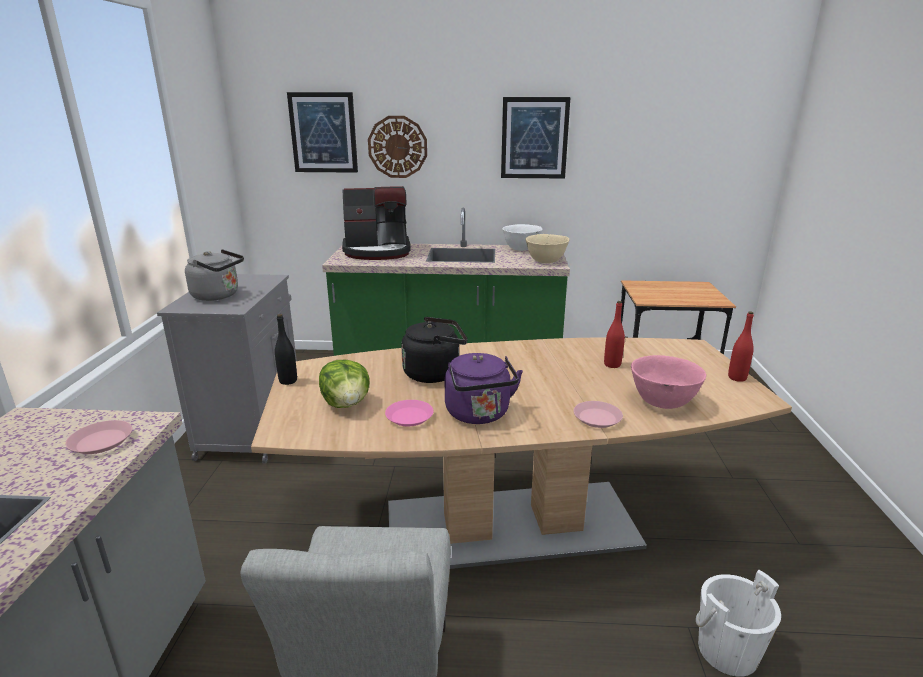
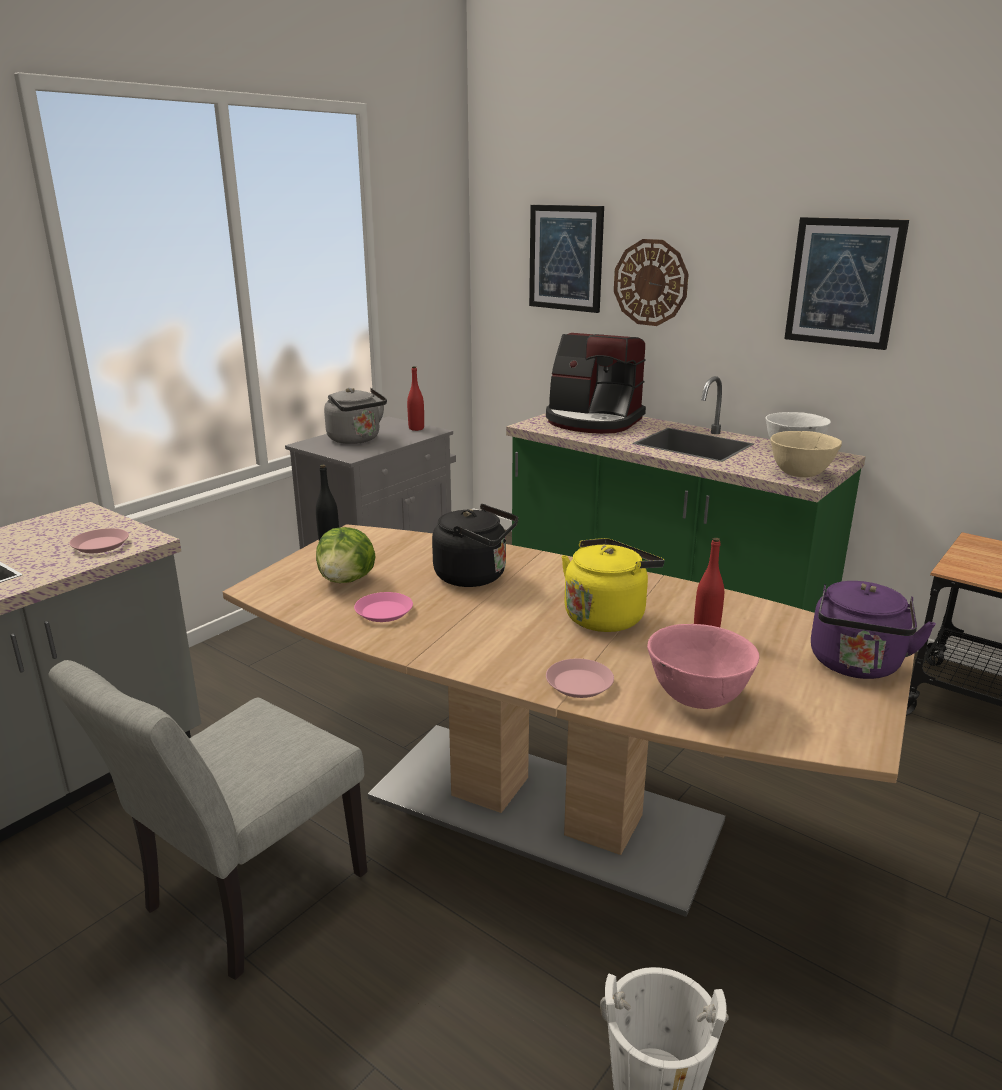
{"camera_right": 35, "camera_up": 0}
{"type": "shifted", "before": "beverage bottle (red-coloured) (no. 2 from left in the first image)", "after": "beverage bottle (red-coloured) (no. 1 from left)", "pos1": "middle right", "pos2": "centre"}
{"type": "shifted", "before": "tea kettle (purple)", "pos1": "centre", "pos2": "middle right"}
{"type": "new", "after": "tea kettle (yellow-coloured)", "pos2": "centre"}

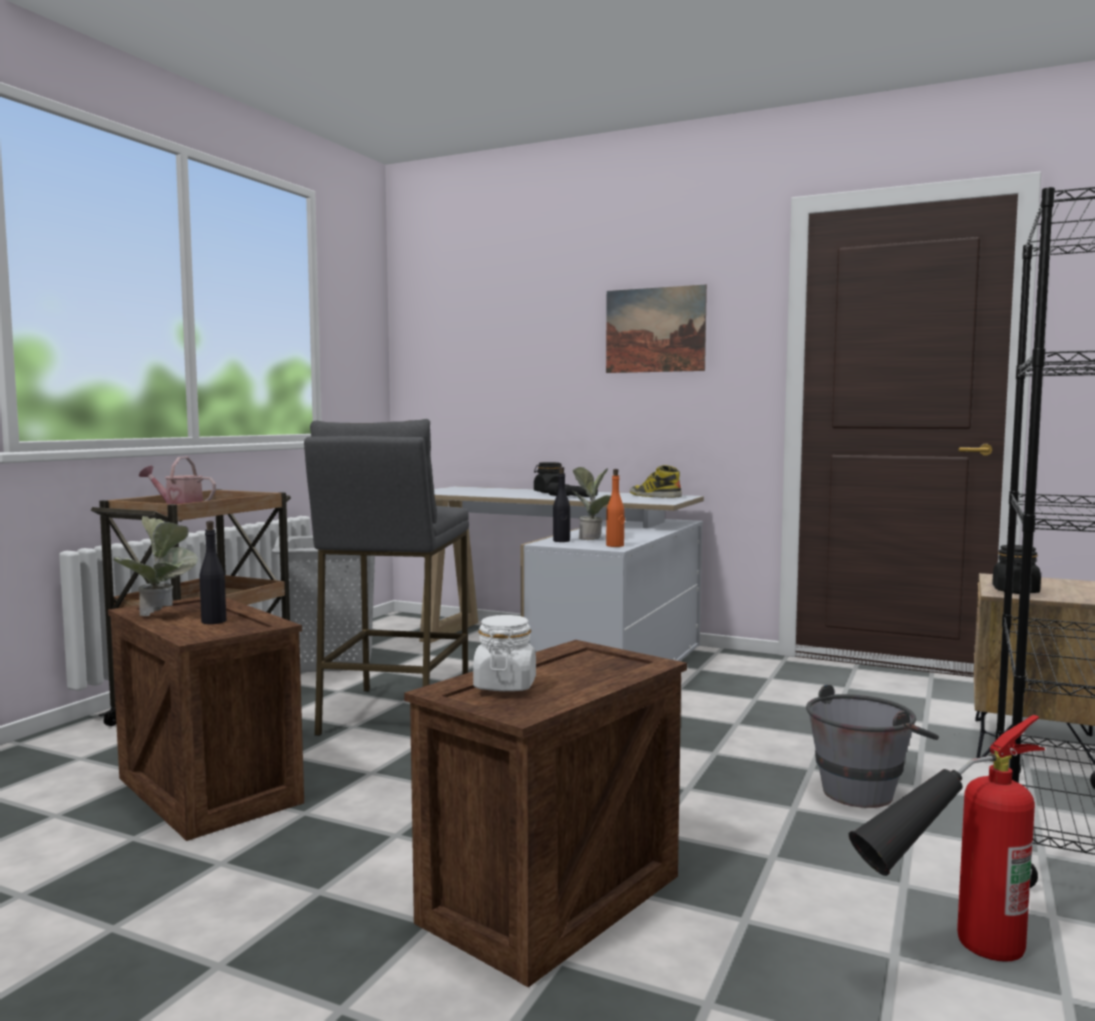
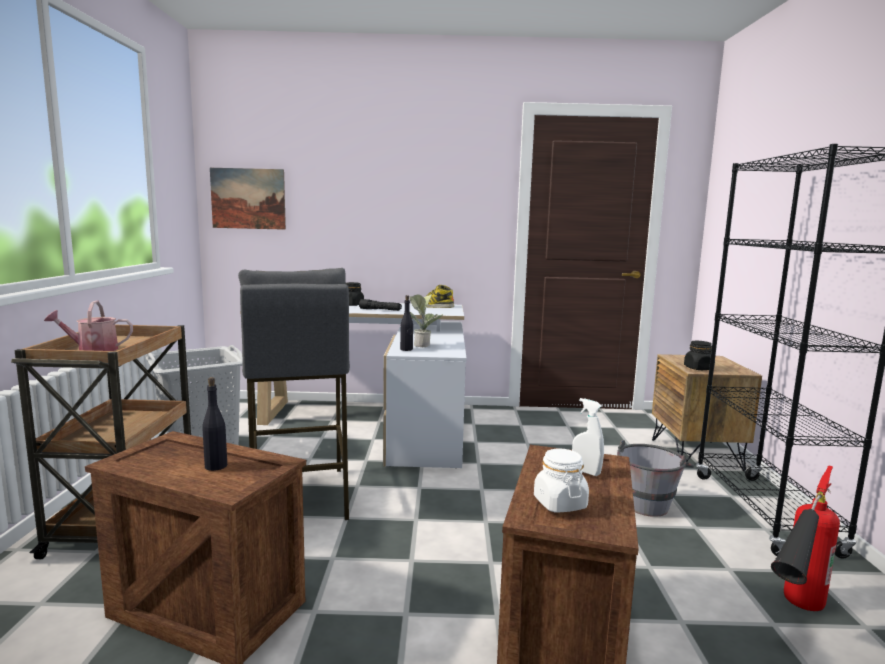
{"camera_right": -25, "camera_up": 5}
{"type": "shifted", "before": "picture", "pos1": "top centre", "pos2": "top left"}
{"type": "gone", "before": "beverage bottle (orangey)", "pos1": "centre"}
{"type": "gone", "before": "potted plant (no. 1 from left)", "pos1": "middle left"}
{"type": "new", "after": "hand sprayer (whitish)", "pos2": "centre"}

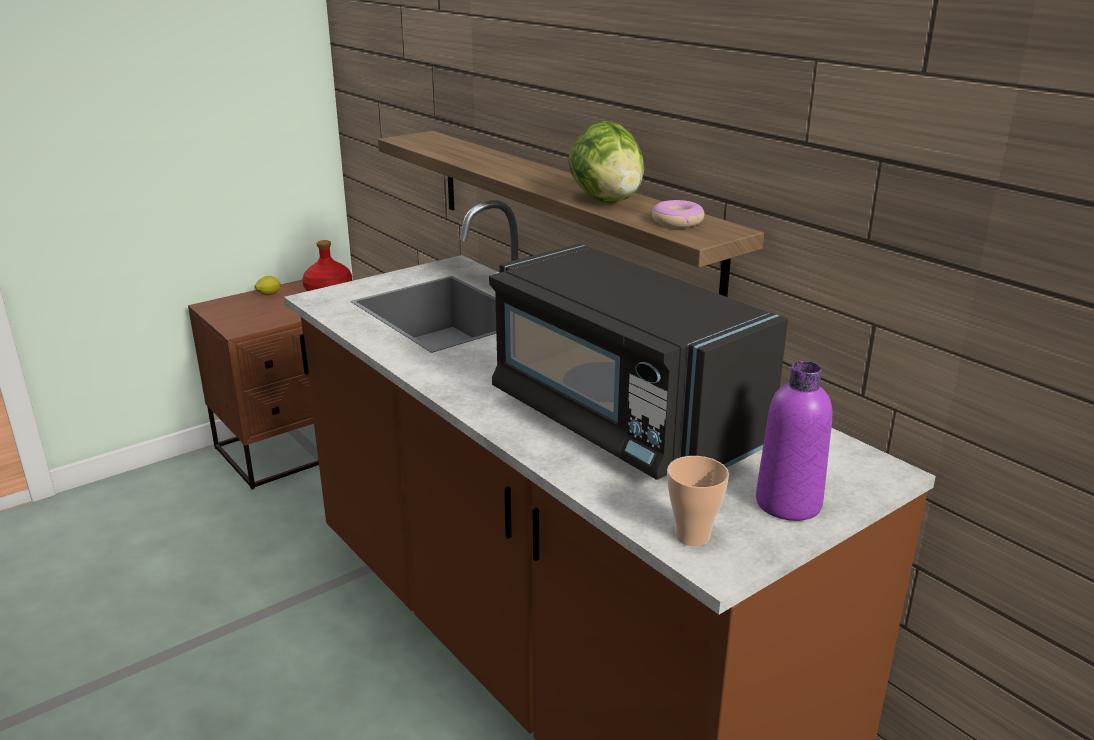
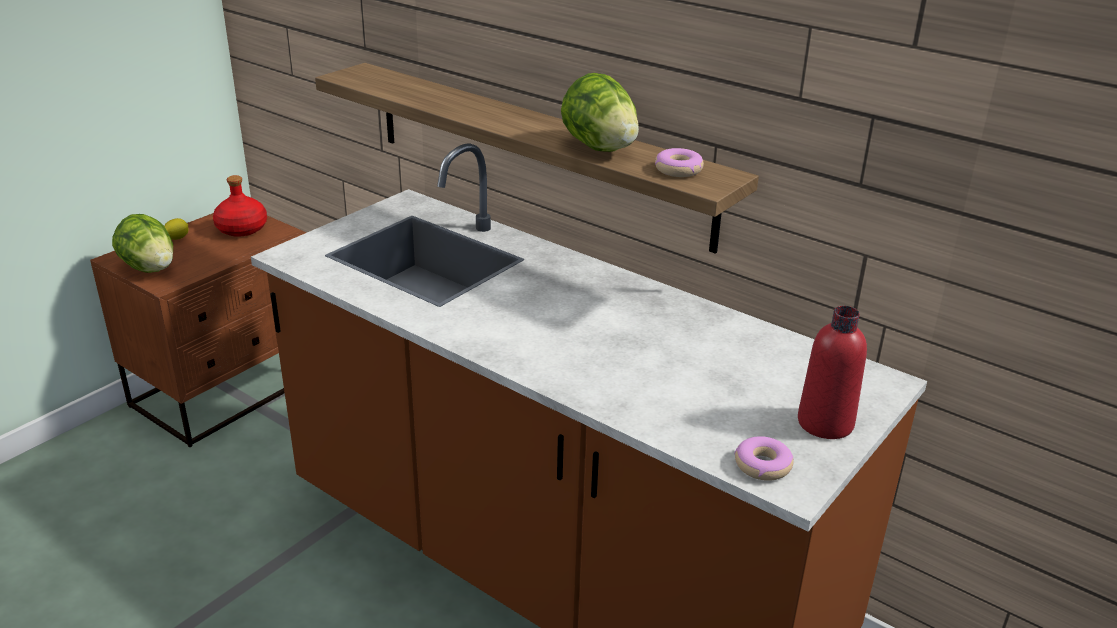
{"camera_right": -15, "camera_up": 5}
{"type": "gone", "before": "microwave (blackish)", "pos1": "centre"}
{"type": "repainted", "before": "beverage bottle (purple)", "after": "beverage bottle (red-coloured) (no. 2 from left)", "pos1": "middle right", "pos2": "middle right"}
{"type": "swapped", "before": "small cup", "after": "doughnut (no. 2 from left)", "pos1": "bottom centre", "pos2": "bottom right"}
{"type": "new", "after": "lettuce (no. 1 from left)", "pos2": "middle left"}

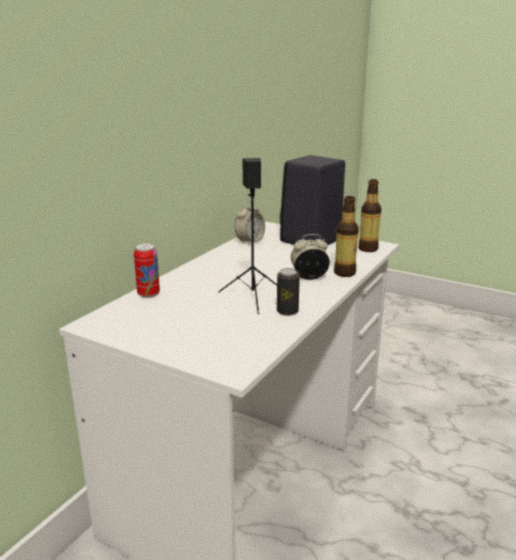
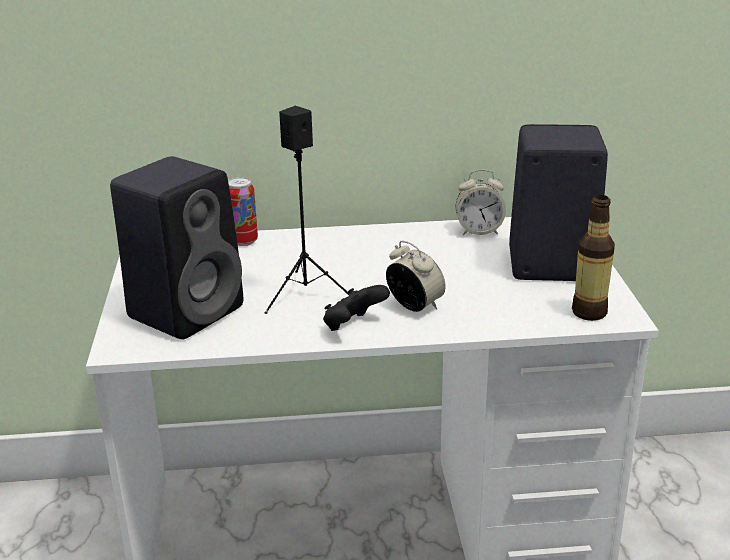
{"camera_right": 55, "camera_up": 5}
{"type": "gone", "before": "beverage bottle (no. 1 from left)", "pos1": "middle right"}
{"type": "gone", "before": "can (no. 2 from left)", "pos1": "centre"}
{"type": "new", "after": "audio speaker (blackish) (no. 1 from left)", "pos2": "middle left"}
{"type": "new", "after": "game controller (blackish)", "pos2": "centre"}

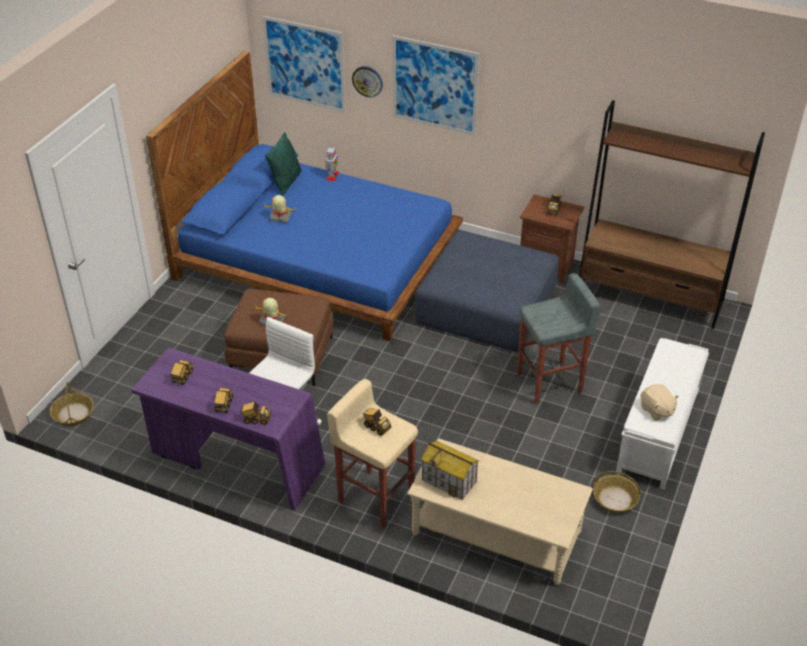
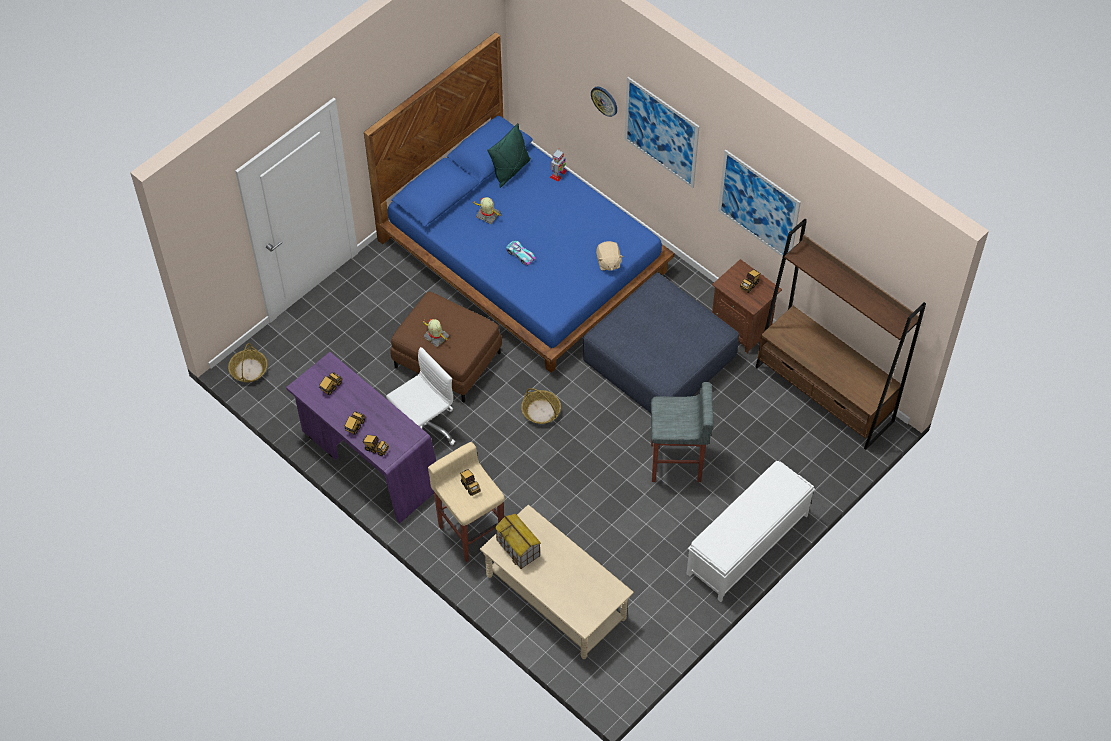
{"camera_right": 20, "camera_up": 15}
{"type": "shifted", "before": "picture (no. 1 from left in the first image)", "after": "picture (no. 2 from left)", "pos1": "top centre", "pos2": "top right"}
{"type": "shifted", "before": "cuddly toy (beige-coloured)", "pos1": "middle right", "pos2": "centre"}
{"type": "shifted", "before": "household basket (no. 2 from left)", "pos1": "bottom right", "pos2": "centre"}
{"type": "new", "after": "model car", "pos2": "centre"}

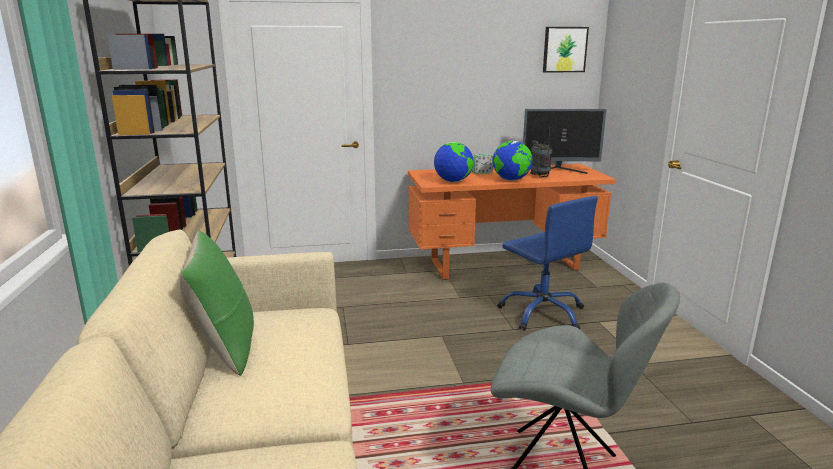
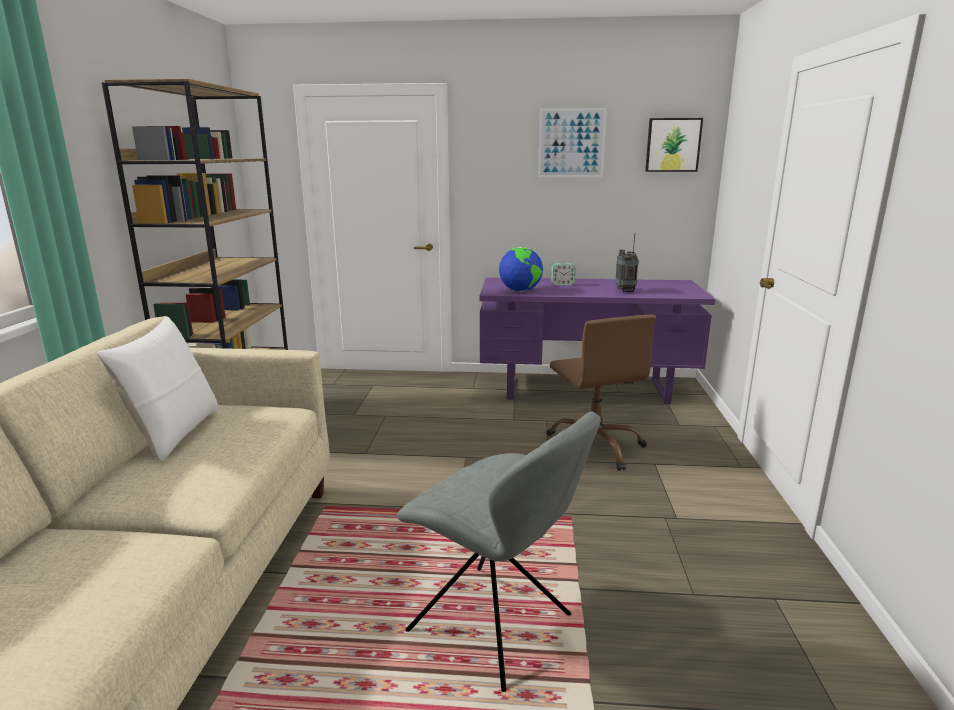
{"camera_right": 15, "camera_up": 0}
{"type": "gone", "before": "monitor", "pos1": "top right"}
{"type": "gone", "before": "world globe (no. 2 from left)", "pos1": "centre"}
{"type": "repainted", "before": "desk (orangey)", "after": "desk (purple)", "pos1": "centre", "pos2": "centre"}
{"type": "repainted", "before": "office chair (blue-coloured)", "after": "office chair (brown-coloured)", "pos1": "centre", "pos2": "centre"}
{"type": "repainted", "before": "pillow (green-coloured)", "after": "pillow (whitish)", "pos1": "middle left", "pos2": "middle left"}
{"type": "new", "after": "picture (no. 1 from left)", "pos2": "top centre"}

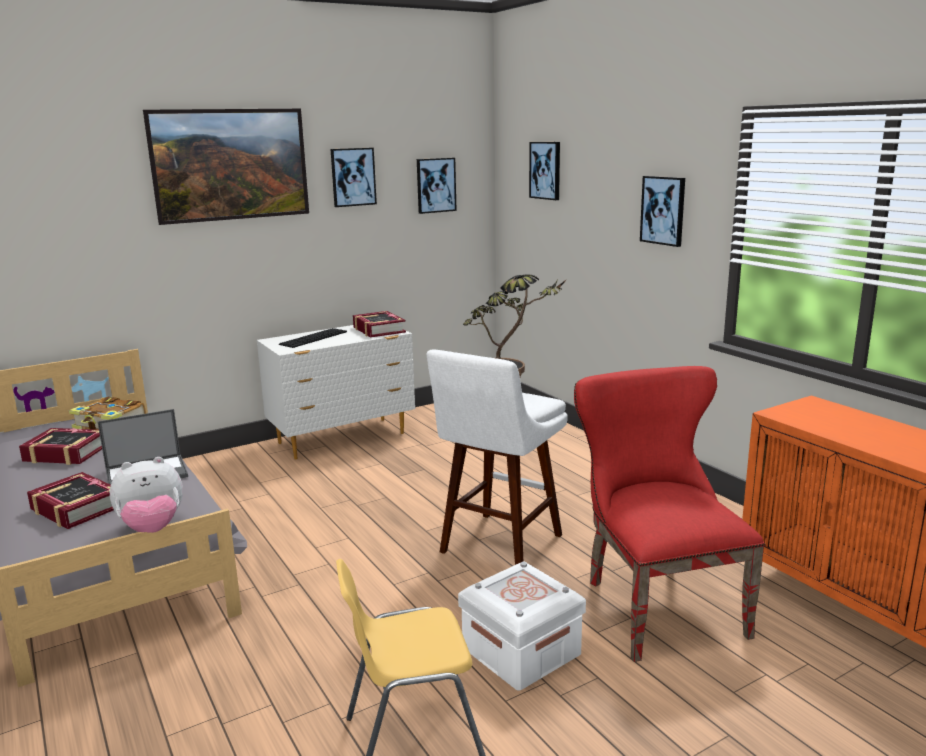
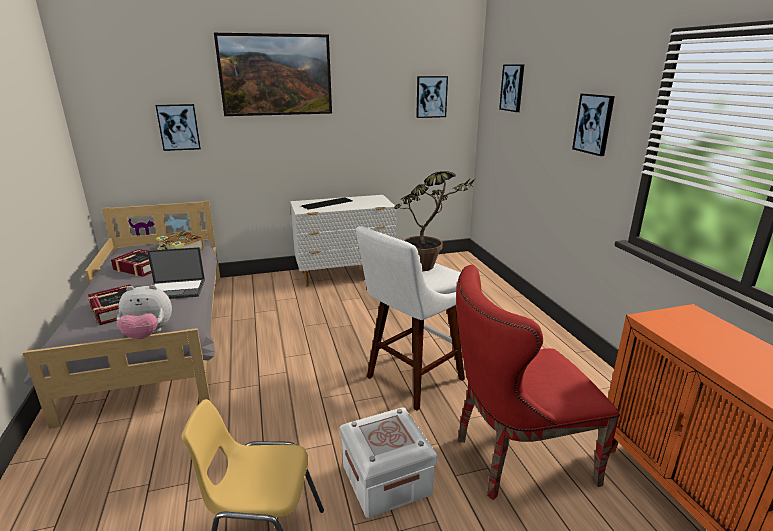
{"camera_right": 15, "camera_up": 5}
{"type": "shifted", "before": "picture (no. 2 from left in the first image)", "after": "picture (no. 1 from left)", "pos1": "top centre", "pos2": "top left"}
{"type": "gone", "before": "book (no. 4 from left)", "pos1": "centre"}
{"type": "rotated", "before": "plain chair (red-coloured)", "pos1": "bottom right", "pos2": "bottom right", "turn": -105}

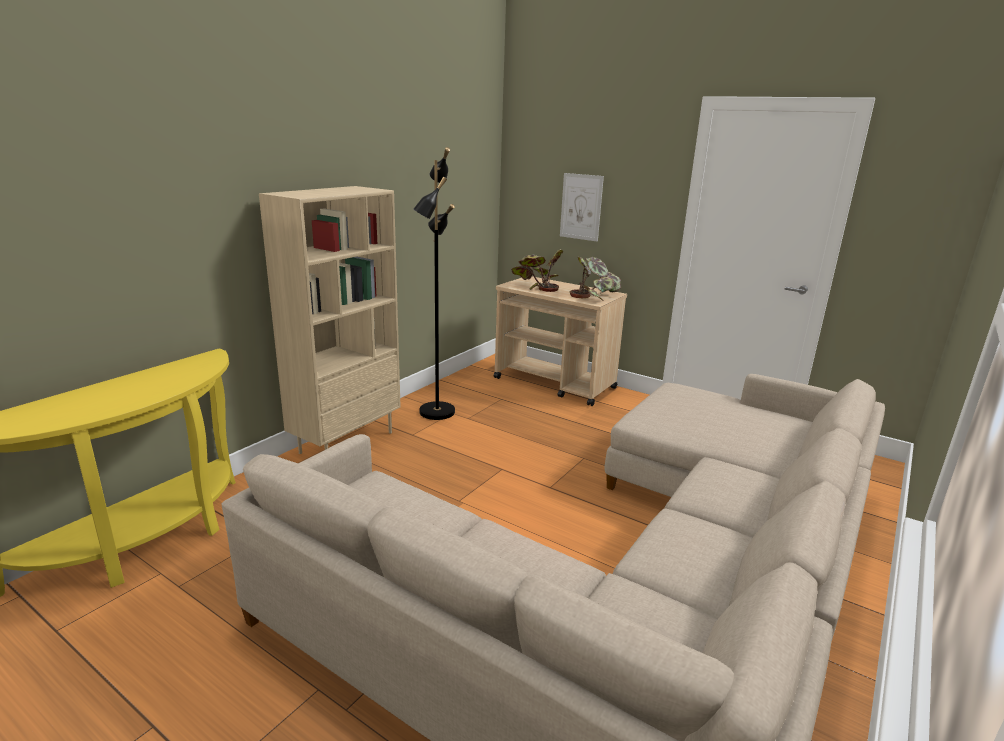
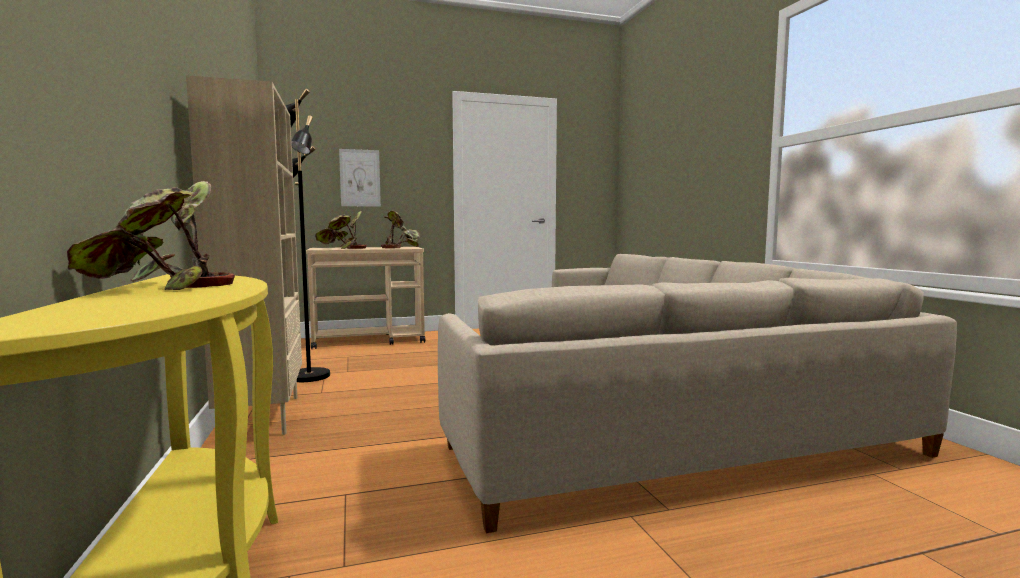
{"camera_right": -50, "camera_up": -15}
{"type": "new", "after": "potted plant (no. 1 from left)", "pos2": "middle left"}

